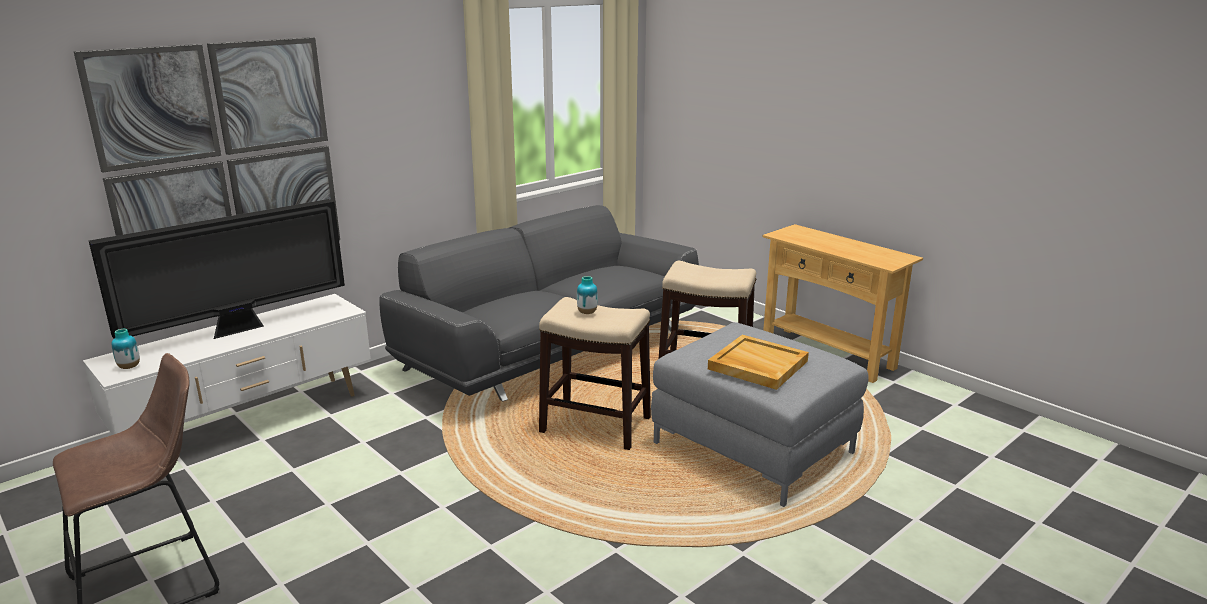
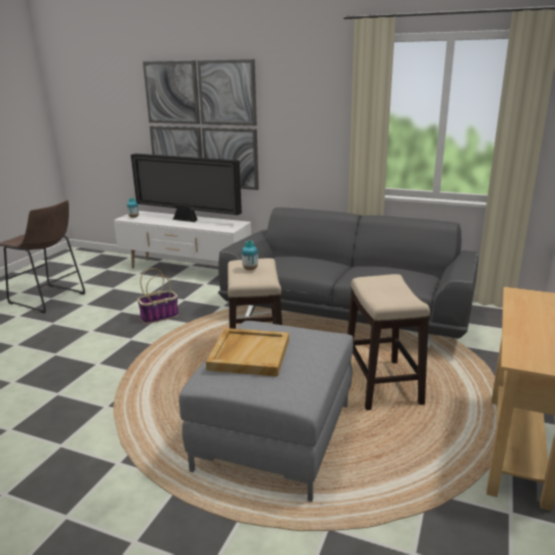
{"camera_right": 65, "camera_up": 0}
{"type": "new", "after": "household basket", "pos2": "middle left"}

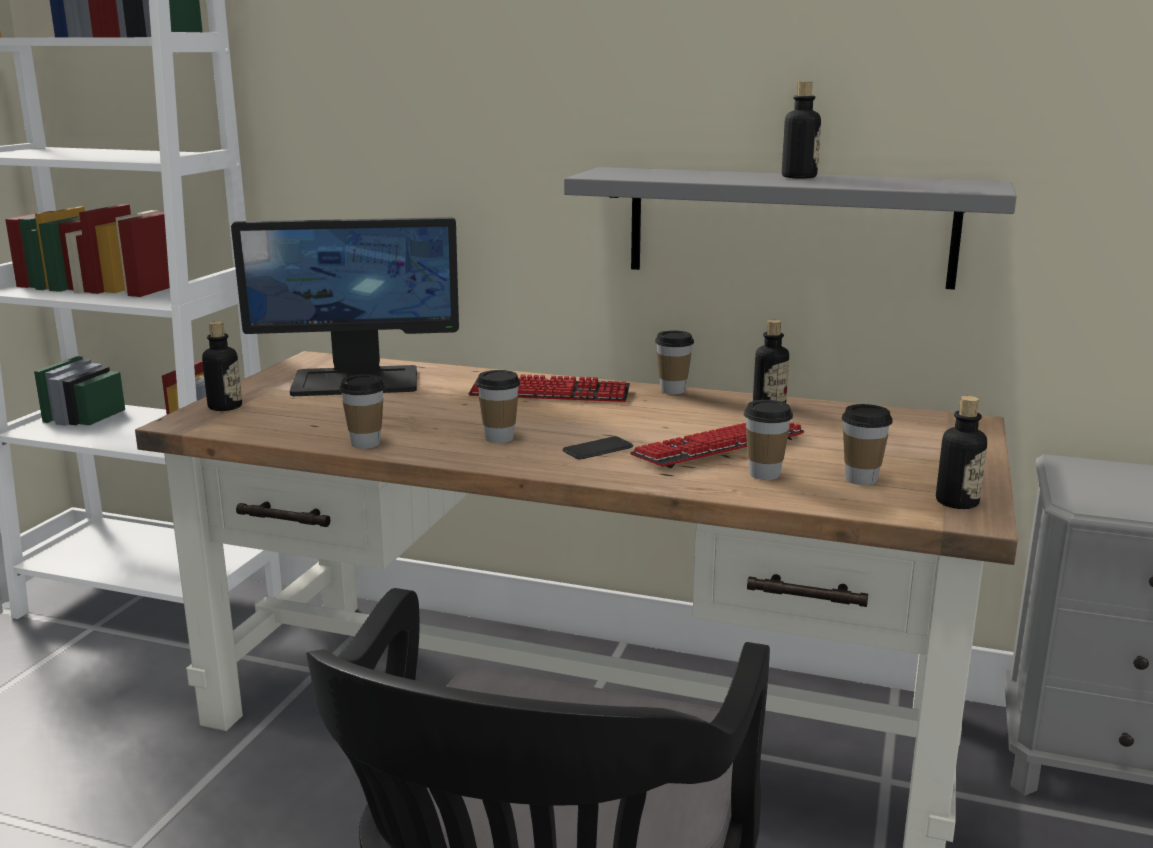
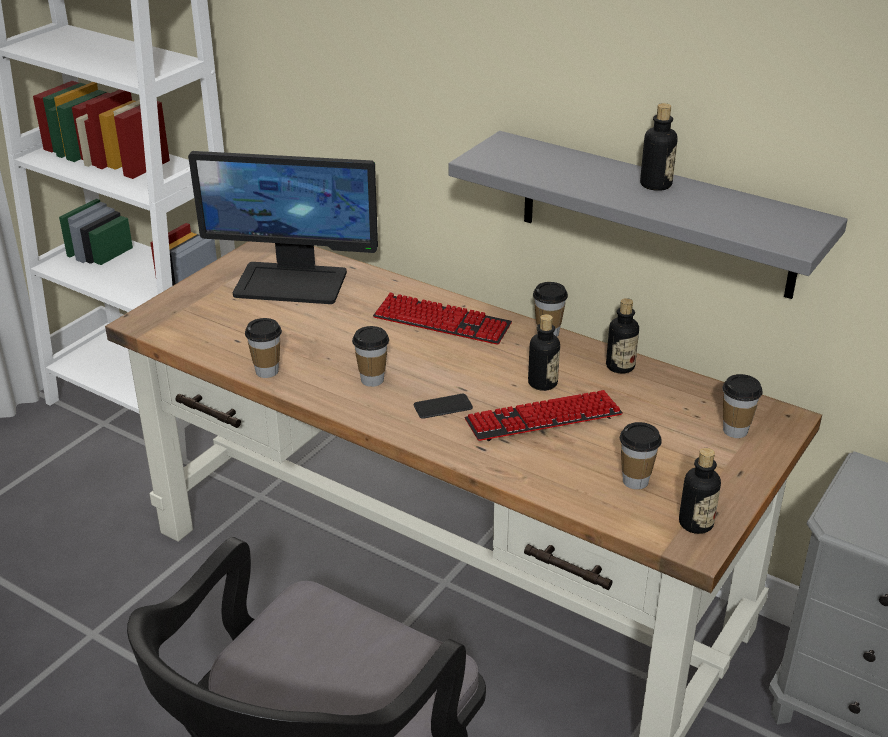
{"camera_right": 15, "camera_up": 15}
{"type": "shifted", "before": "beverage bottle (no. 1 from left)", "pos1": "middle left", "pos2": "centre"}
{"type": "shifted", "before": "small cup (no. 4 from left in the first image)", "after": "small cup (no. 5 from left)", "pos1": "centre", "pos2": "middle right"}

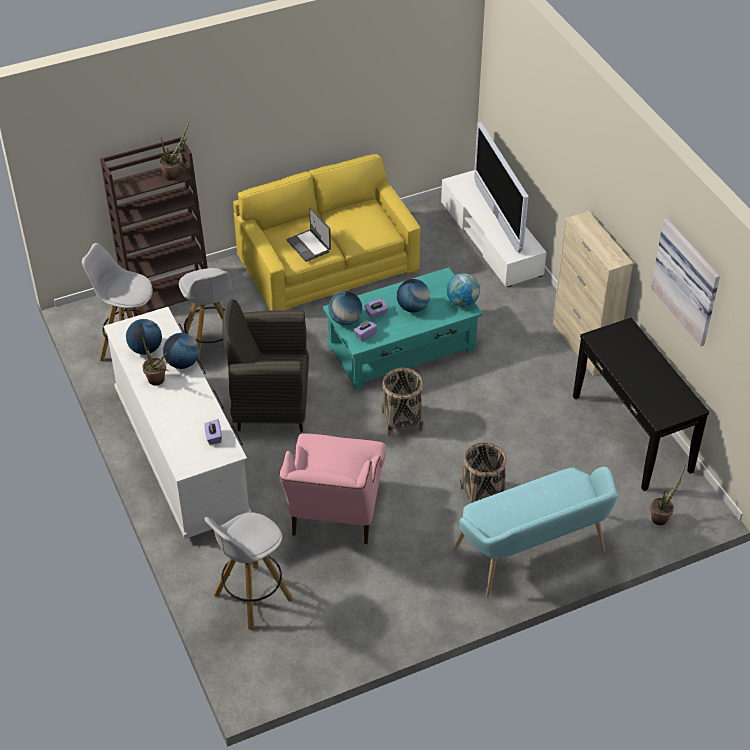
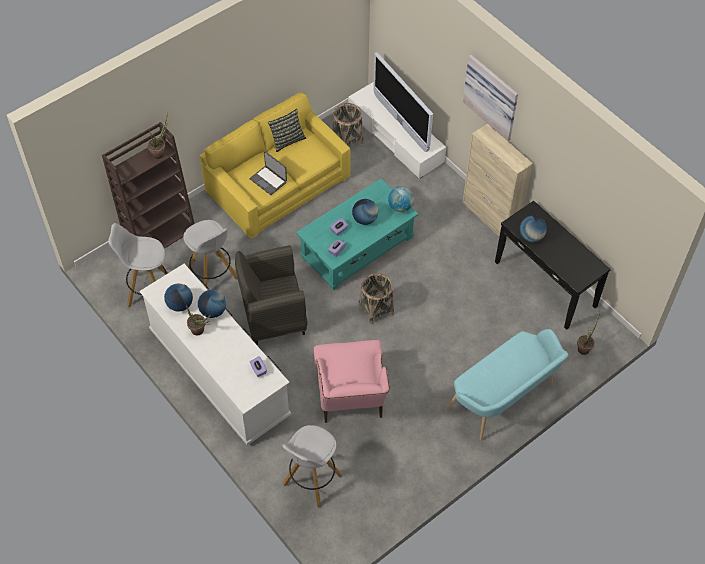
{"camera_right": -15, "camera_up": 10}
{"type": "shifted", "before": "picture", "pos1": "middle right", "pos2": "top right"}
{"type": "shifted", "before": "world globe (no. 3 from left in the first image)", "after": "world globe (no. 5 from left)", "pos1": "centre", "pos2": "middle right"}
{"type": "shifted", "before": "household basket (no. 2 from left in the first image)", "after": "household basket (no. 1 from left)", "pos1": "centre", "pos2": "top centre"}
{"type": "new", "after": "pillow", "pos2": "top centre"}

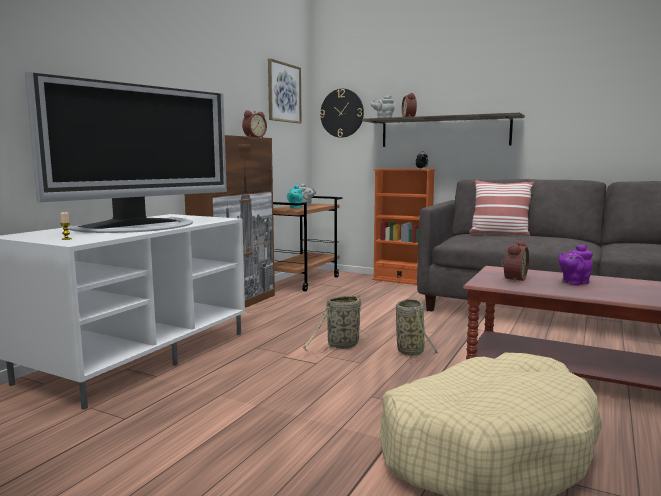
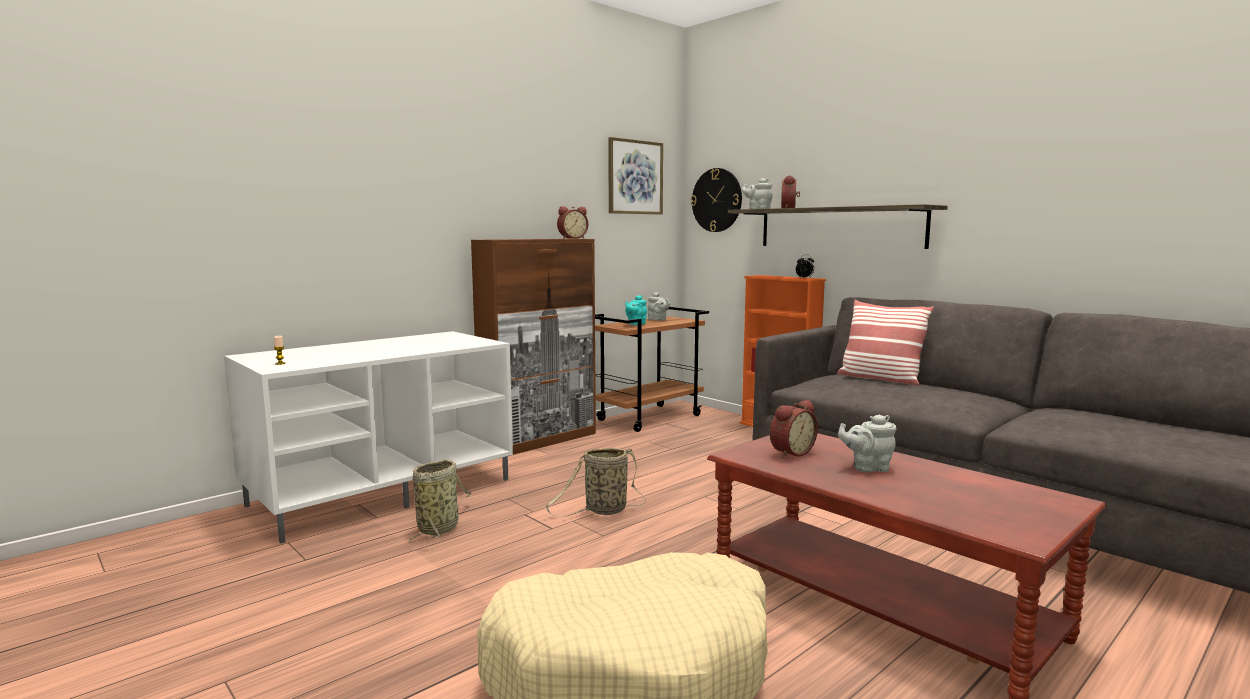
{"camera_right": 20, "camera_up": 0}
{"type": "gone", "before": "TV", "pos1": "top left"}
{"type": "repainted", "before": "tea pot (purple)", "after": "tea pot (gray) (no. 3 from left)", "pos1": "middle right", "pos2": "middle right"}
{"type": "shifted", "before": "household basket (no. 2 from left in the first image)", "after": "household basket (no. 1 from left)", "pos1": "centre", "pos2": "bottom centre"}

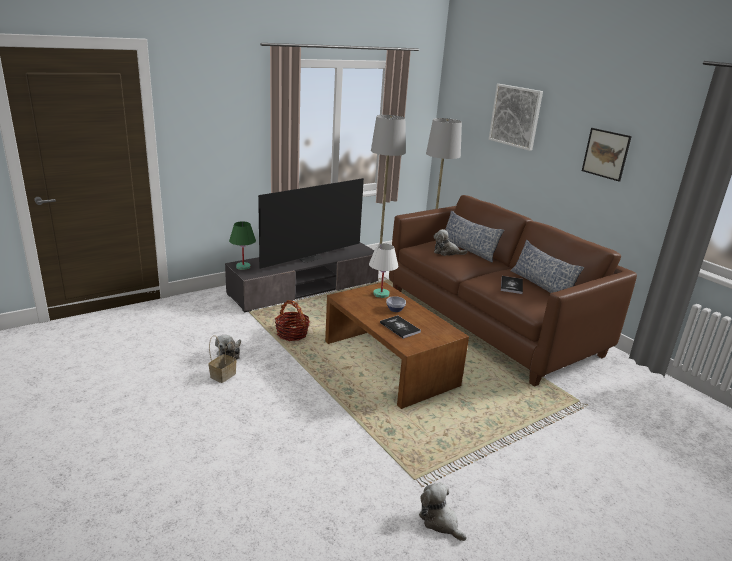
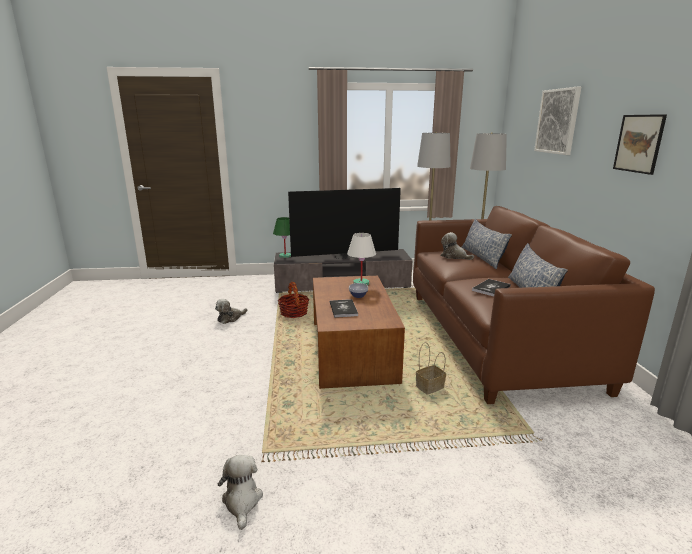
{"camera_right": 30, "camera_up": -5}
{"type": "shifted", "before": "household basket (no. 1 from left in the first image)", "after": "household basket (no. 2 from left)", "pos1": "middle left", "pos2": "centre"}

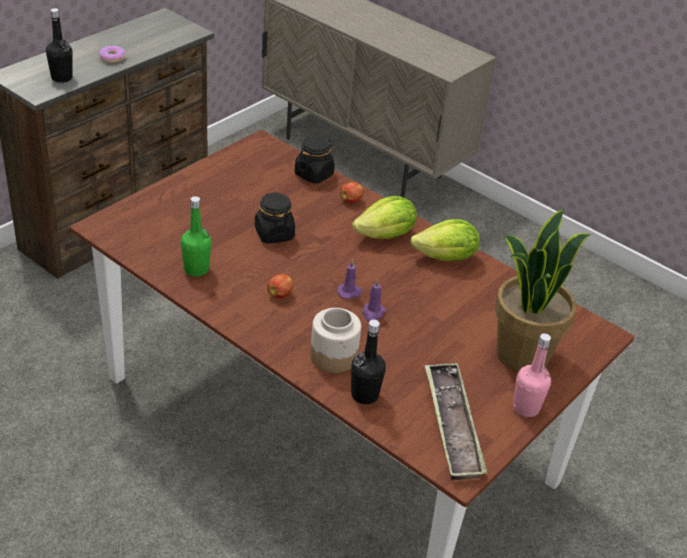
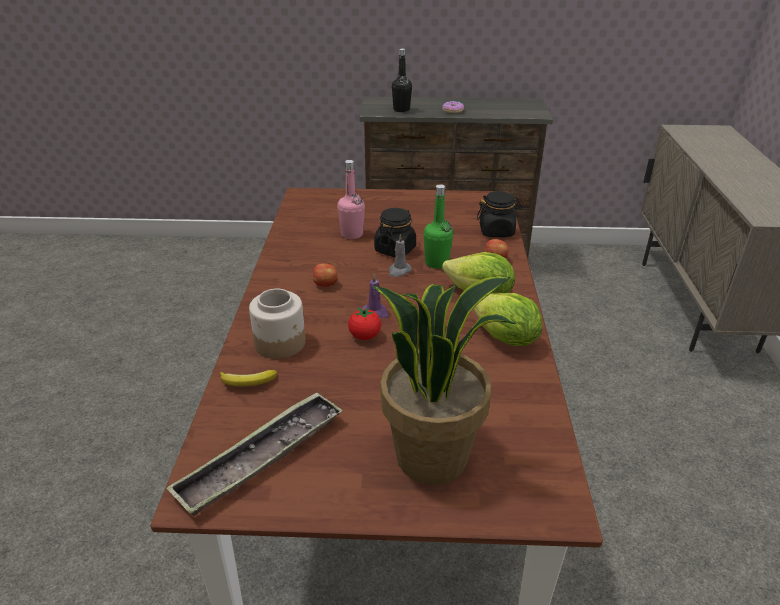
{"camera_right": 55, "camera_up": -5}
{"type": "shifted", "before": "beverage bottle (green-coloured)", "pos1": "middle left", "pos2": "centre"}
{"type": "swapped", "before": "candle (purple) (no. 2 from left)", "after": "fresh tomato", "pos1": "centre", "pos2": "centre"}
{"type": "swapped", "before": "beverage bottle (blackish) (no. 2 from left)", "after": "whole banana", "pos1": "centre", "pos2": "middle left"}
{"type": "shifted", "before": "beverage bottle (pinkish)", "pos1": "bottom right", "pos2": "top centre"}
{"type": "new", "after": "candle (gray)", "pos2": "centre"}

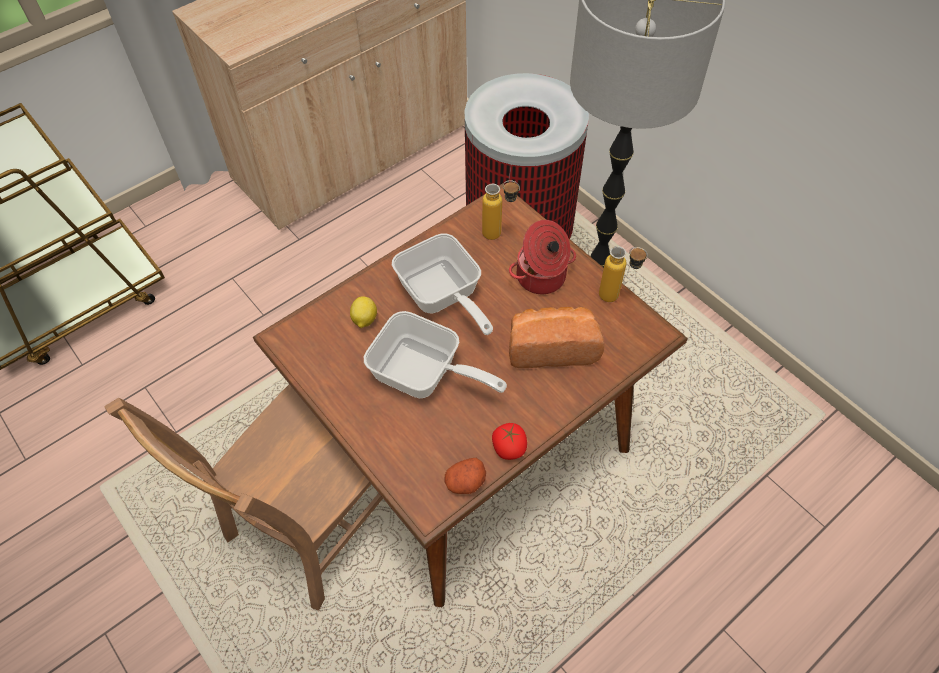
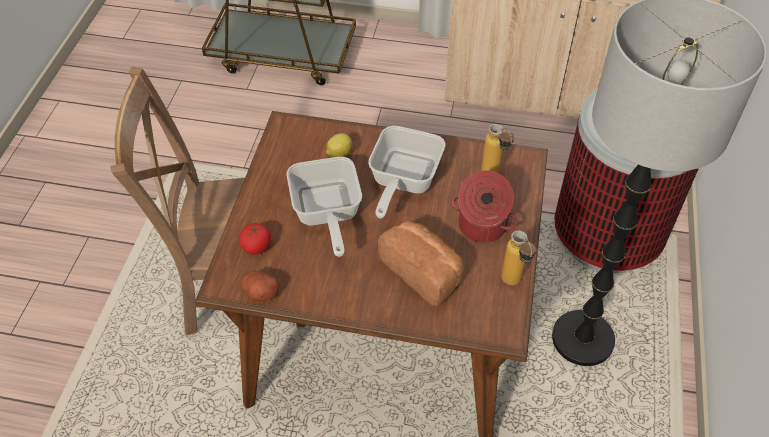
{"camera_right": 50, "camera_up": -5}
{"type": "shifted", "before": "fresh tomato", "pos1": "centre", "pos2": "middle left"}

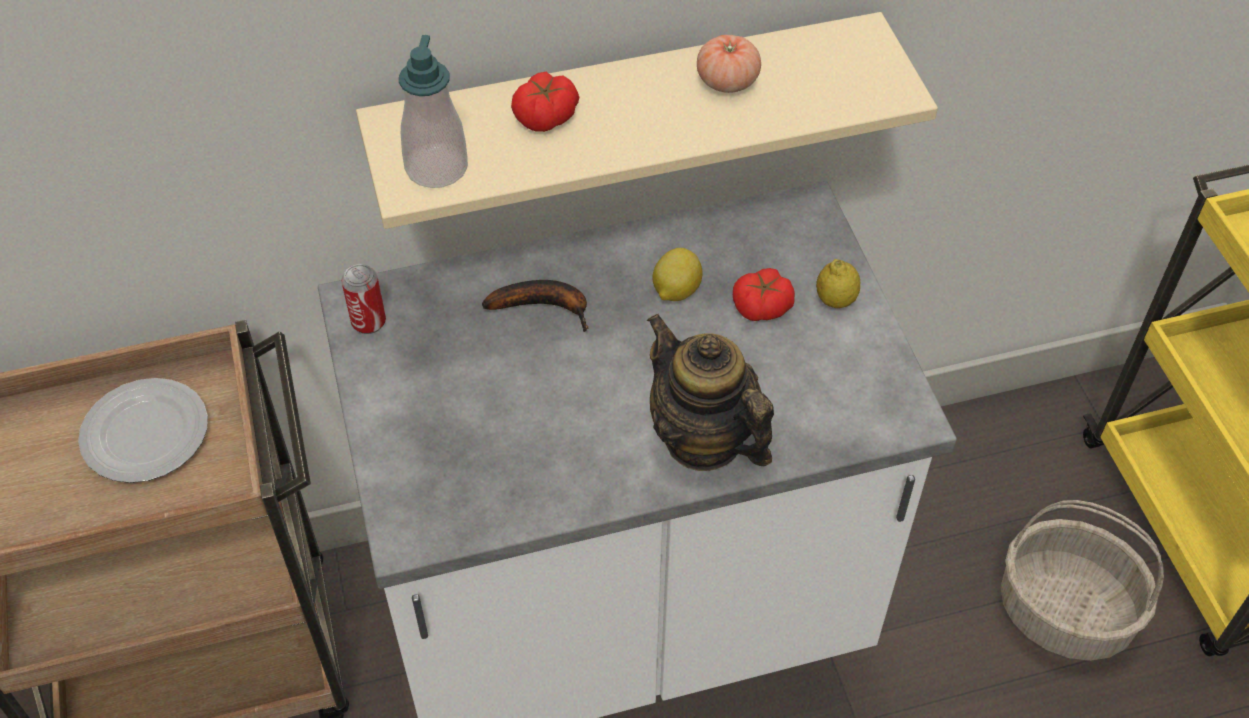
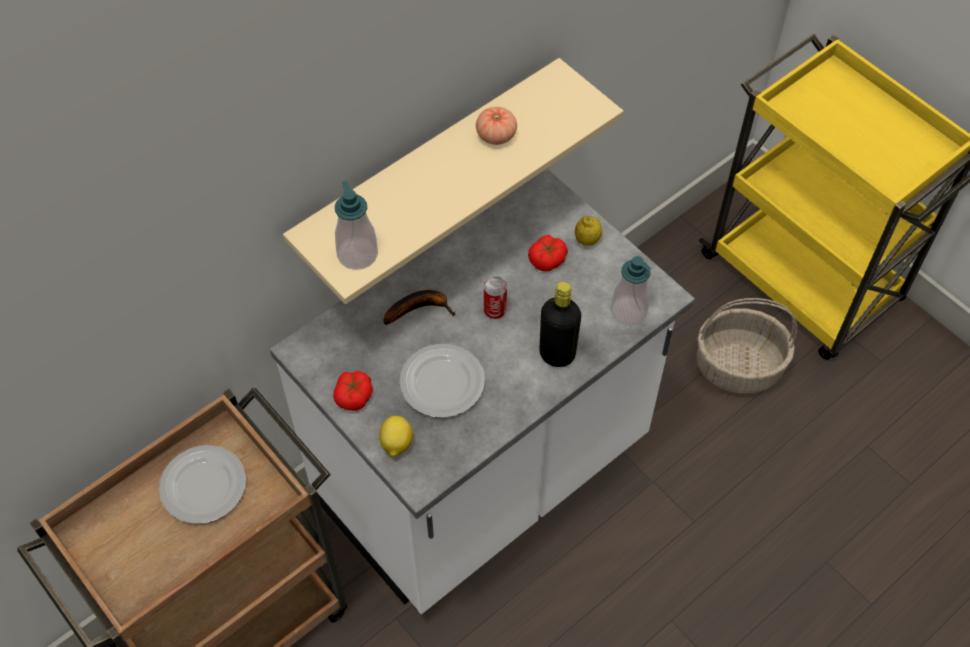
{"camera_right": -25, "camera_up": 5}
{"type": "shifted", "before": "fresh tomato (no. 1 from left)", "pos1": "top centre", "pos2": "centre"}
{"type": "shifted", "before": "whole lemon (no. 1 from left)", "pos1": "centre", "pos2": "bottom centre"}
{"type": "shifted", "before": "can", "pos1": "middle left", "pos2": "centre"}
{"type": "swapped", "before": "tea pot", "after": "beverage bottle (blackish)", "pos1": "centre", "pos2": "centre"}
{"type": "new", "after": "soap bottle (no. 2 from left)", "pos2": "centre"}
{"type": "new", "after": "flat dish (no. 2 from left)", "pos2": "centre"}

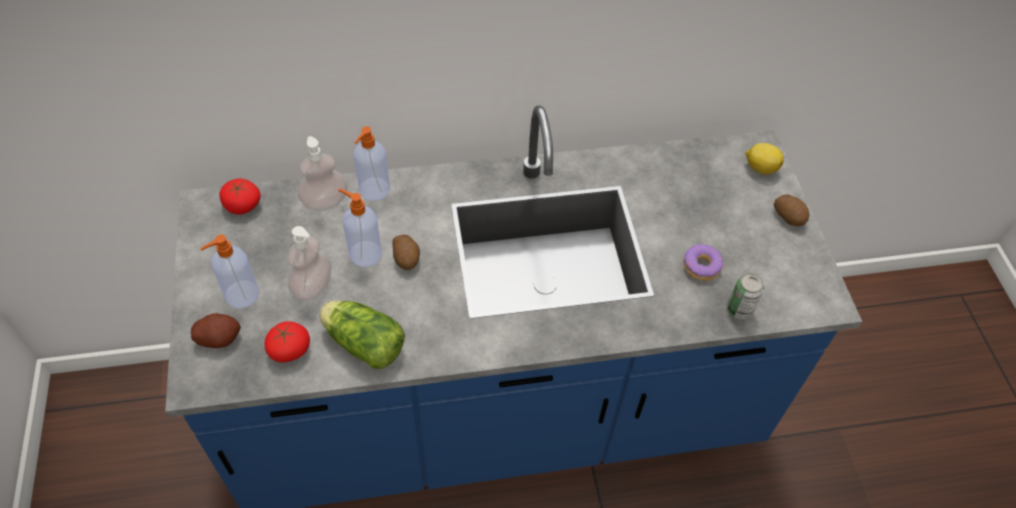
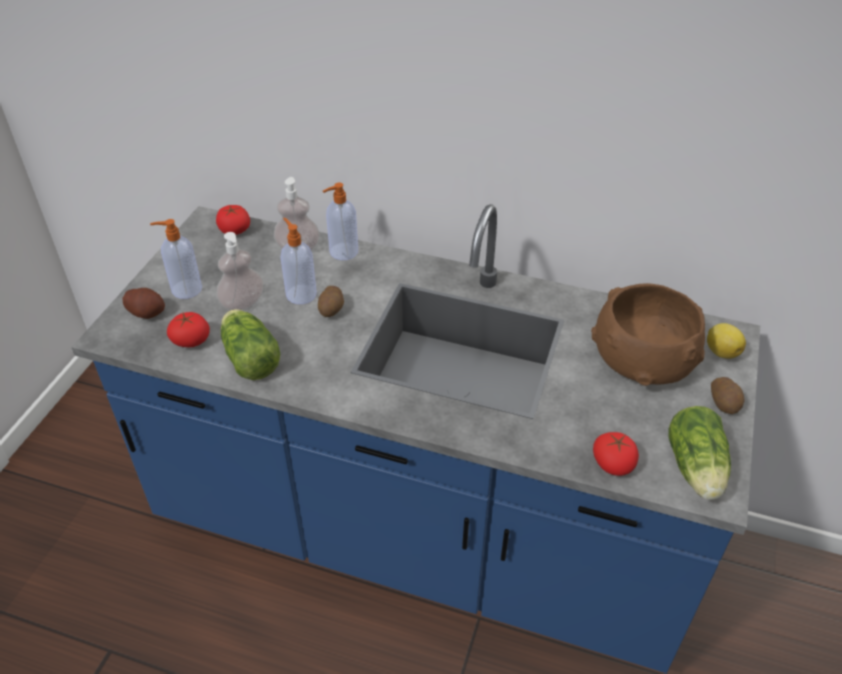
{"camera_right": 30, "camera_up": -10}
{"type": "gone", "before": "doughnut", "pos1": "middle right"}
{"type": "swapped", "before": "can", "after": "fresh tomato (no. 3 from left)", "pos1": "middle right", "pos2": "bottom right"}
{"type": "new", "after": "serving bowl (brown-coloured)", "pos2": "middle right"}
{"type": "new", "after": "lettuce (no. 2 from left)", "pos2": "bottom right"}

